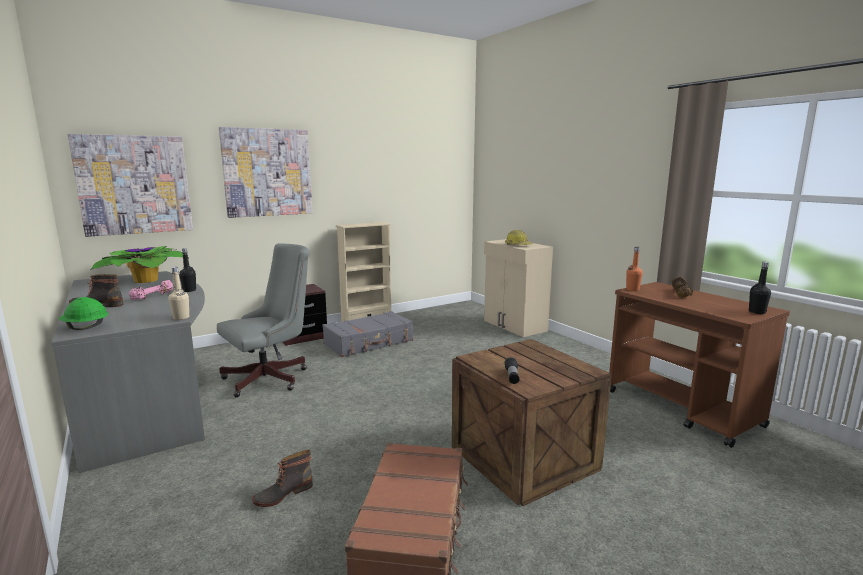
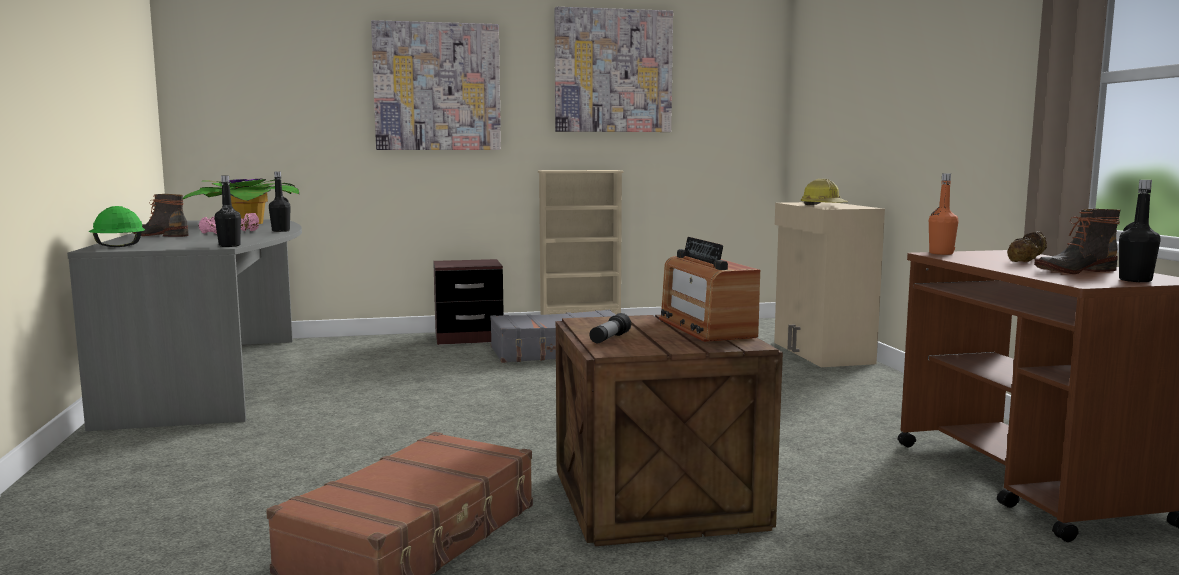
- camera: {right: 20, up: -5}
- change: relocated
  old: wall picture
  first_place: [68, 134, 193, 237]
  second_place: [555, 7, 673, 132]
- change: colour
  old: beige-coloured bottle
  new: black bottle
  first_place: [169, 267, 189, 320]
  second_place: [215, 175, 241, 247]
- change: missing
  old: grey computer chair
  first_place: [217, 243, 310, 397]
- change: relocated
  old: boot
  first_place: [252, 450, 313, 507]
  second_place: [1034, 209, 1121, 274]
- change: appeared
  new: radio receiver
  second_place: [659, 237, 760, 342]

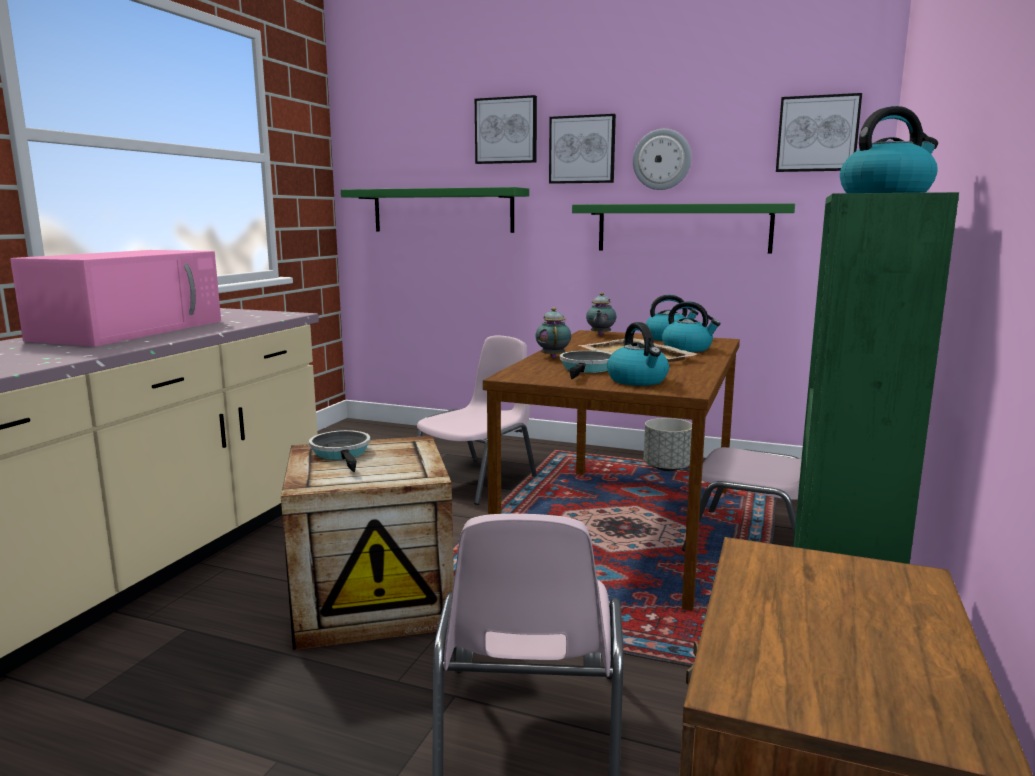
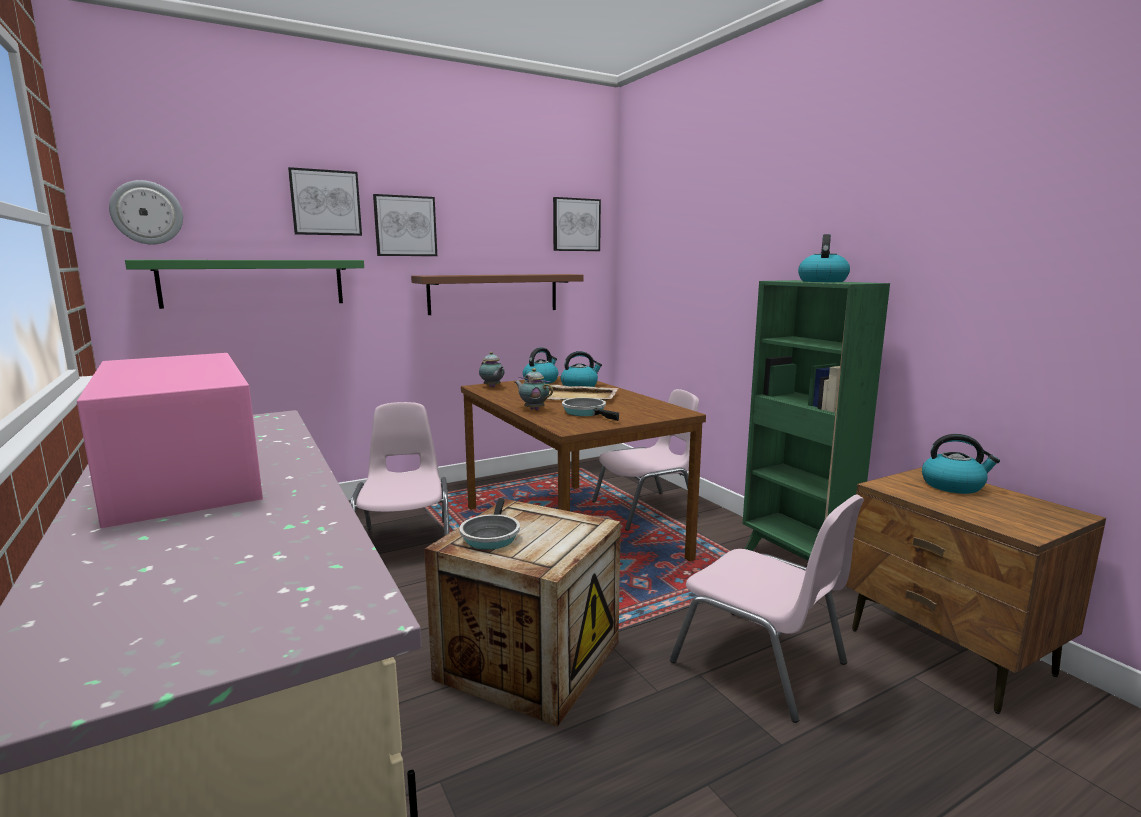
- camera: {right: -50, up: 0}
- change: spun
  old: pan
  first_place: [309, 430, 370, 472]
  second_place: [459, 498, 520, 550]
  degrees: -105
- change: colour
  old: greenish bracket shelf
  new: brownish bracket shelf
  first_place: [572, 203, 795, 254]
  second_place: [411, 274, 584, 315]
- change: relocated
  old: water kettle
  first_place: [607, 322, 669, 386]
  second_place: [922, 434, 1000, 494]
- change: relocated
  old: hanging clock
  first_place: [633, 129, 692, 190]
  second_place: [109, 180, 183, 245]
- change: missing
  old: grey planter
  first_place: [644, 418, 692, 471]

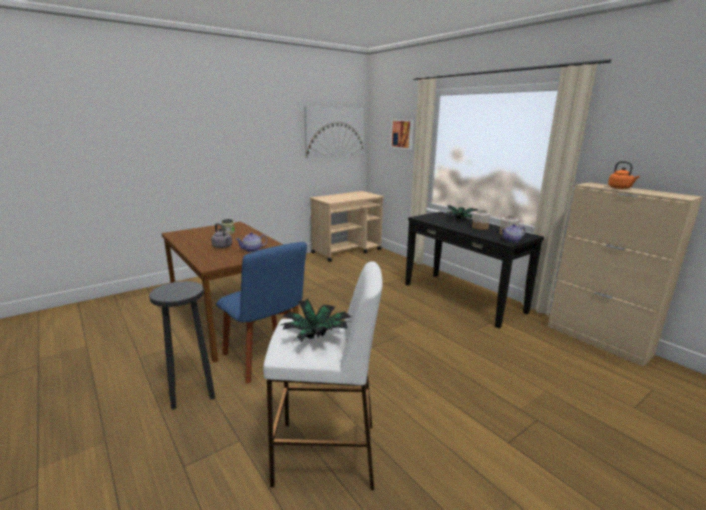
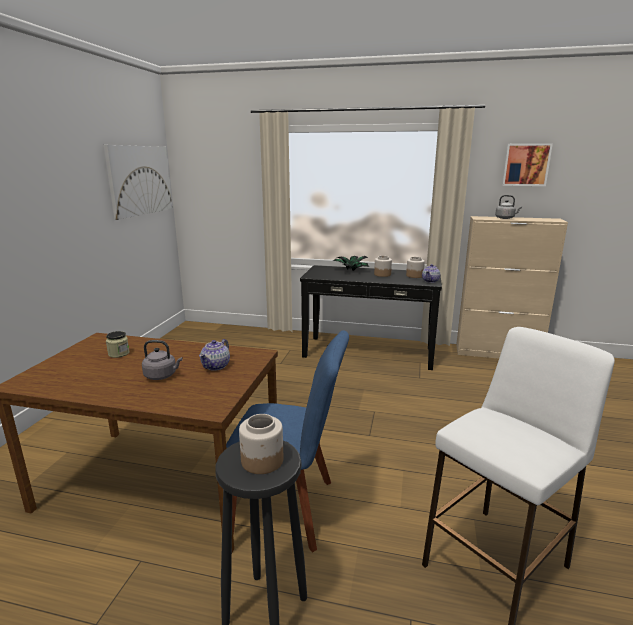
- camera: {right: -40, up: 0}
- change: missing
  old: potted plant
  first_place: [281, 299, 351, 342]
- change: missing
  old: beige-coloured wheeled cart
  first_place: [310, 191, 384, 262]
- change: relocated
  old: wall picture
  first_place: [390, 119, 414, 150]
  second_place: [502, 143, 553, 186]
- change: colour
  old: orange water kettle
  new: grey water kettle
  first_place: [608, 161, 640, 189]
  second_place: [495, 195, 522, 219]
- change: appeared
  new: preserve jar
  second_place: [239, 414, 283, 474]

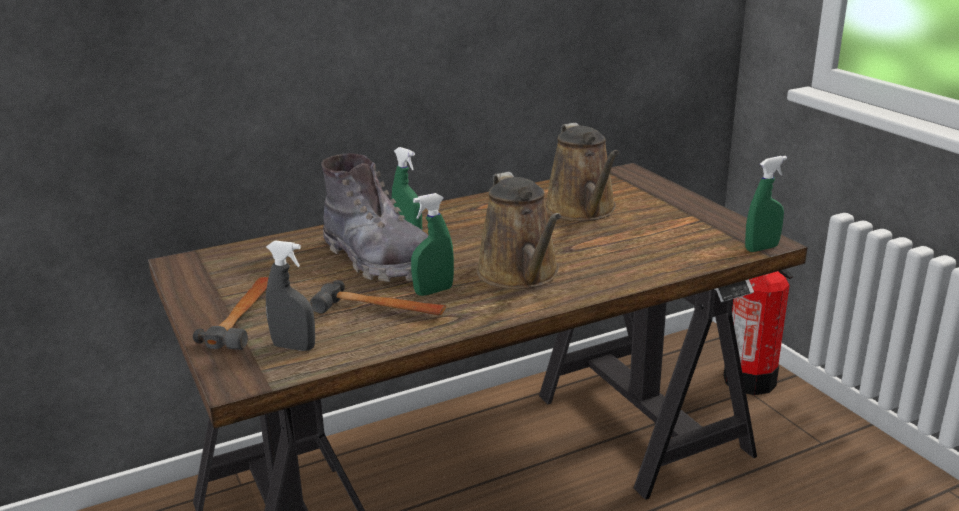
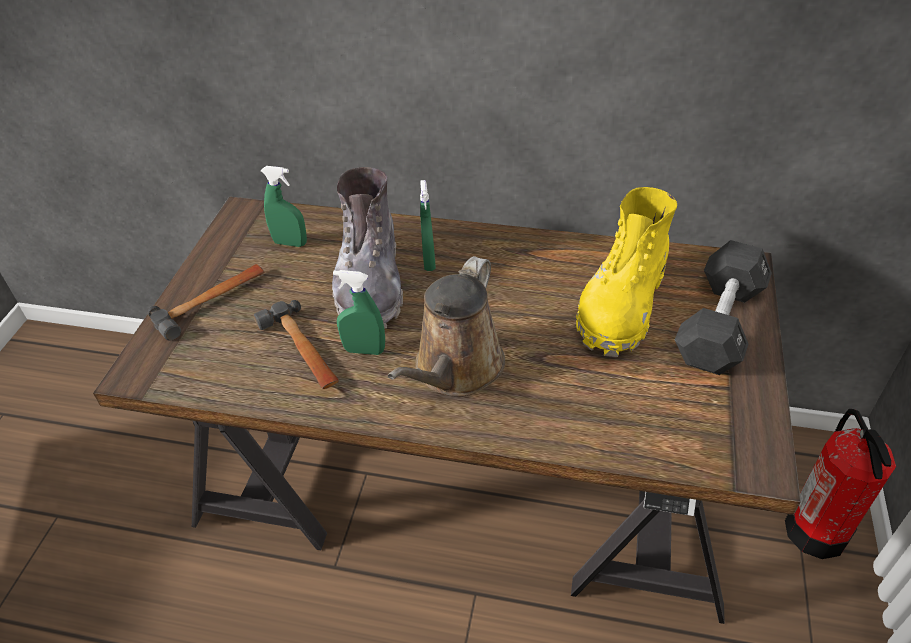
- camera: {right: 40, up: 20}
- change: missing
  old: grey hand sprayer
  first_place: [266, 240, 315, 351]
- change: exchanged
  old: brownish watering pot
  new: yellow boot
  first_place: [545, 123, 619, 221]
  second_place: [576, 187, 677, 357]
- change: relocated
  old: greenish hand sprayer
  first_place: [745, 156, 787, 252]
  second_place: [261, 166, 307, 247]
- change: appeared
  new: black dumbbell
  second_place: [675, 240, 772, 375]

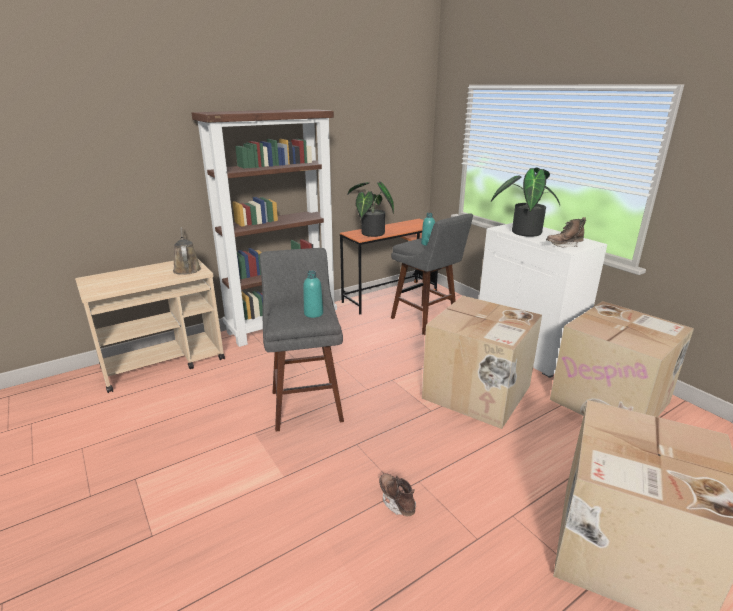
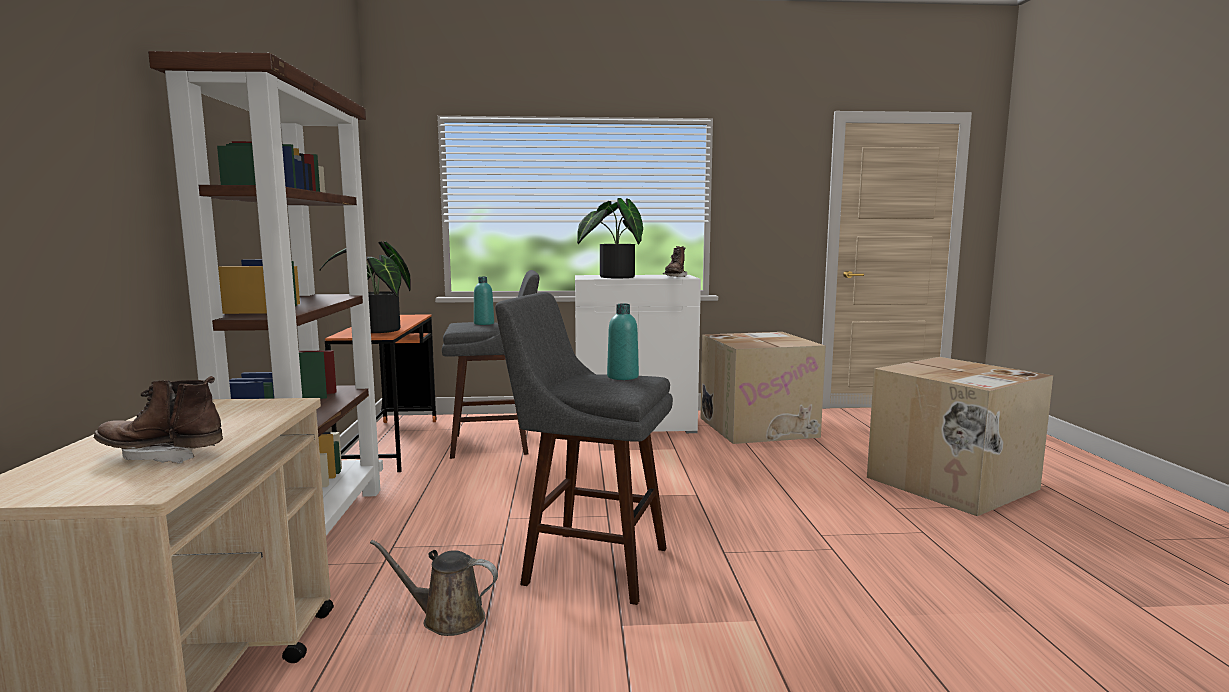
- camera: {right: -60, up: -15}
- change: relocated
  old: brownish watering pot
  first_place: [173, 227, 201, 275]
  second_place: [370, 540, 498, 636]
- change: relocated
  old: brownish boot
  first_place: [379, 473, 416, 516]
  second_place: [94, 376, 223, 464]
- change: missing
  old: cardboard box
  first_place: [422, 296, 542, 429]

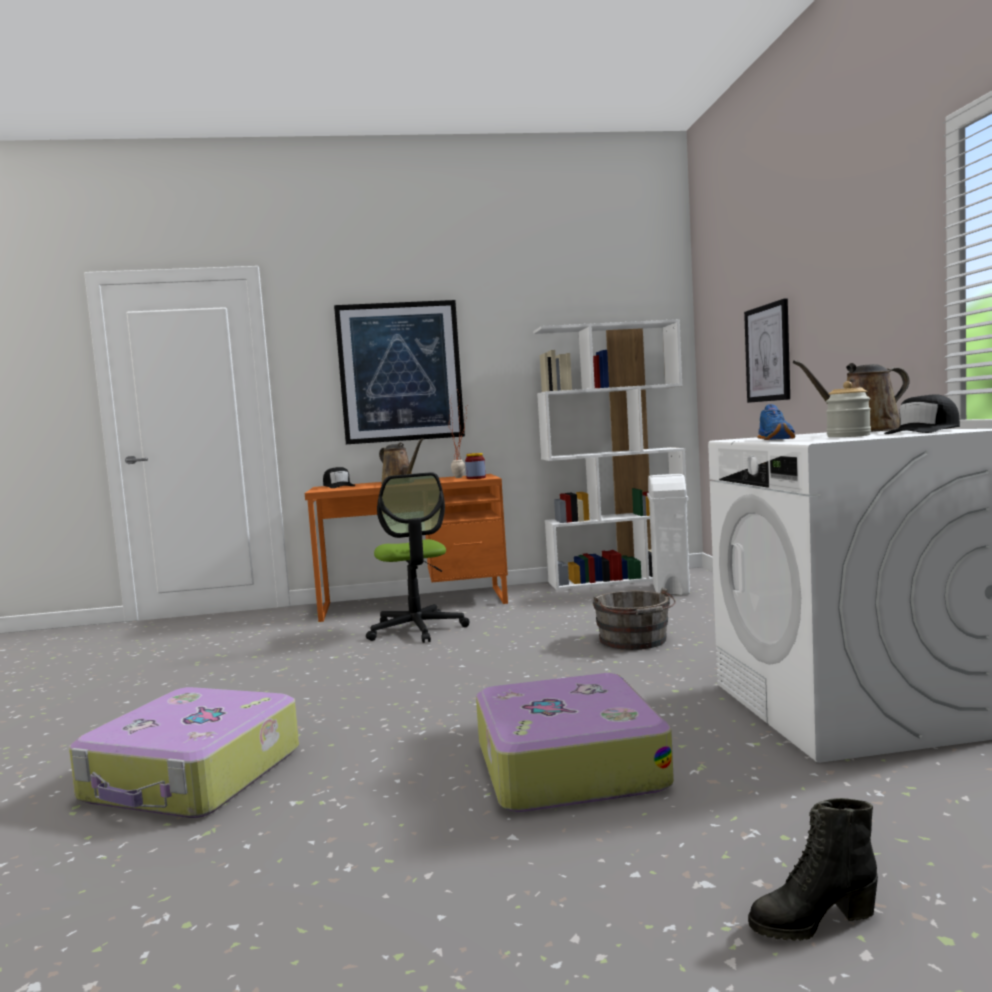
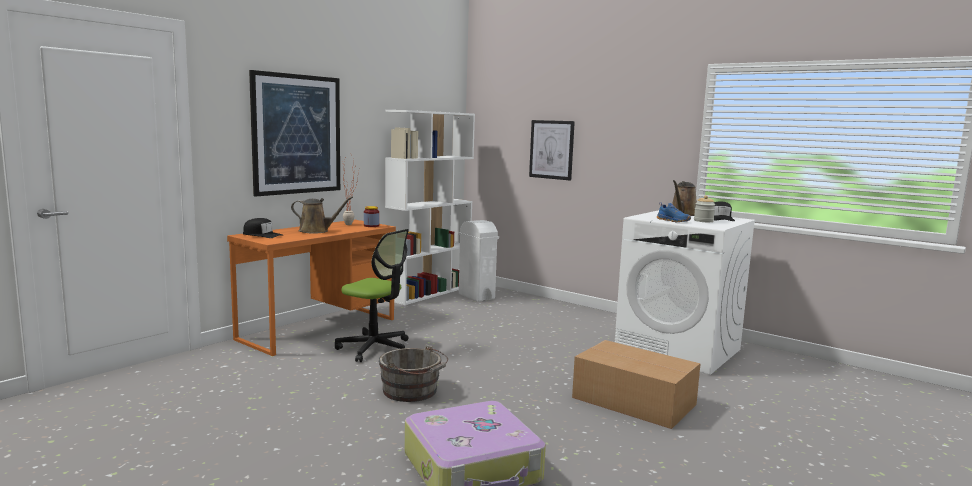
- camera: {right: -45, up: 5}
- change: exchanged
  old: piece of luggage
  new: cardboard box
  first_place: [476, 673, 674, 812]
  second_place: [572, 340, 701, 429]
- change: relocated
  old: grey pail
  first_place: [593, 588, 676, 650]
  second_place: [379, 344, 448, 402]
- change: missing
  old: black boot
  first_place: [748, 798, 878, 941]

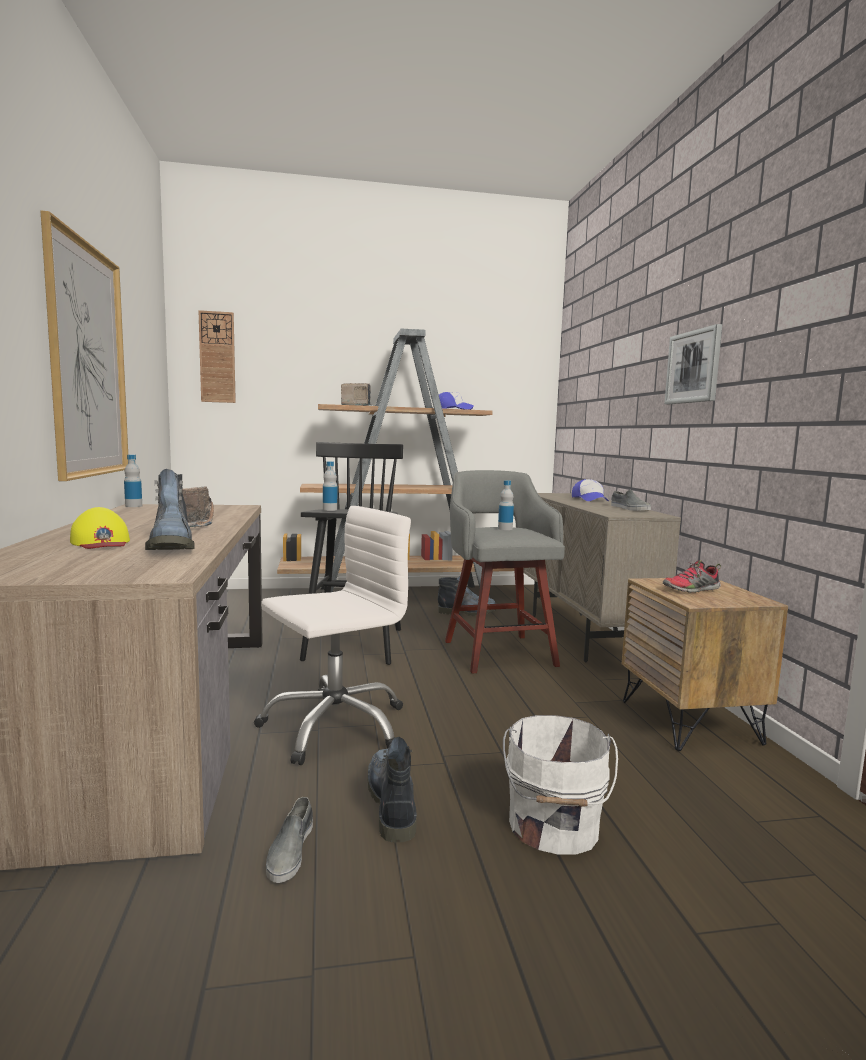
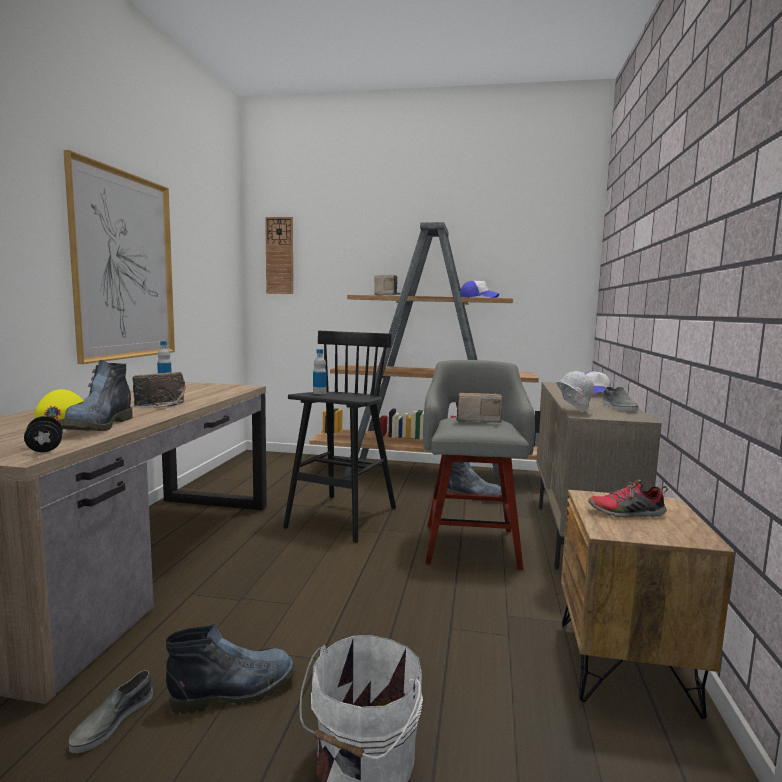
- camera: {right: 20, up: 0}
- change: missing
  old: whitish computer chair
  first_place: [254, 506, 411, 765]
- change: spun
  old: boot
  first_place: [368, 737, 417, 843]
  second_place: [166, 624, 297, 714]
  degrees: 60
- change: exchanged
  old: bottle
  new: radio receiver
  first_place: [498, 480, 514, 530]
  second_place: [456, 393, 503, 423]
- change: missing
  old: wall picture
  first_place: [664, 324, 722, 404]
- change: appeared
  new: black dumbbell
  second_place: [24, 416, 63, 452]
- change: appeared
  new: whitish safety helmet
  second_place: [556, 371, 594, 411]

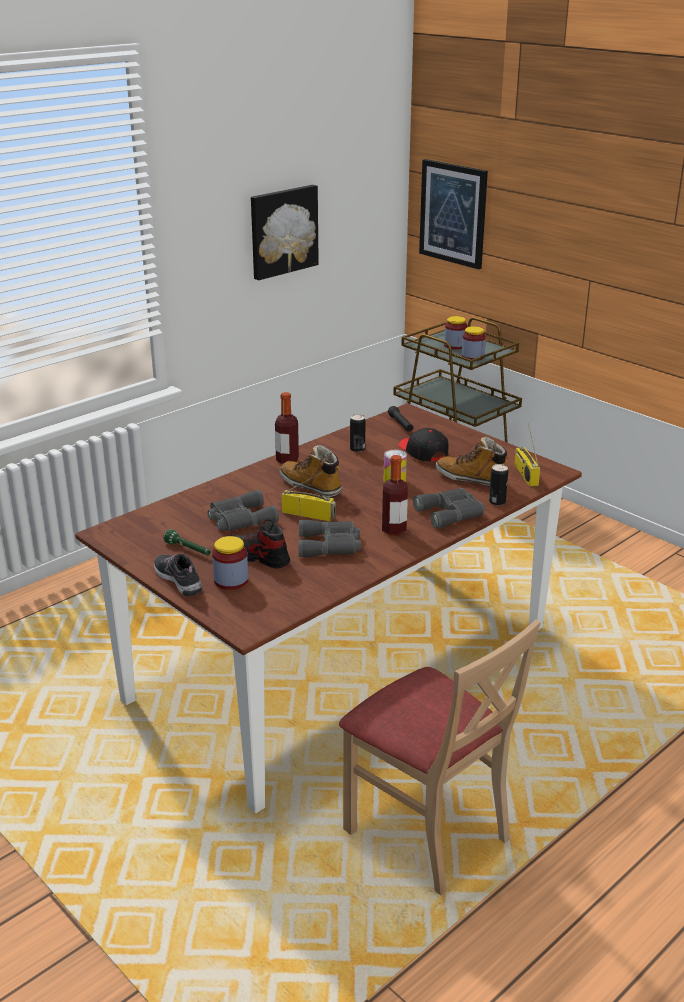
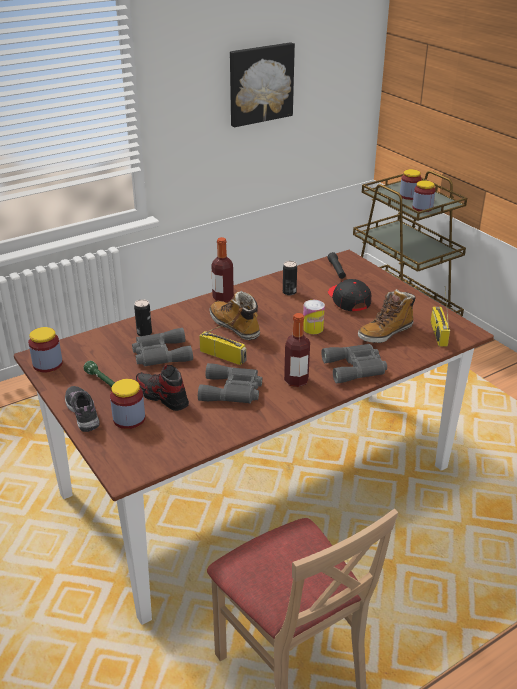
- camera: {right: 10, up: 5}
- change: missing
  old: wall picture
  first_place: [419, 159, 488, 269]
- change: spun
  old: boot
  first_place: [436, 436, 510, 487]
  second_place: [358, 289, 416, 343]
  degrees: -75
- change: relocated
  old: sealed can
  first_place: [489, 464, 508, 506]
  second_place: [134, 299, 152, 336]
- change: appeared
  new: preserve jar
  second_place: [28, 327, 62, 372]

